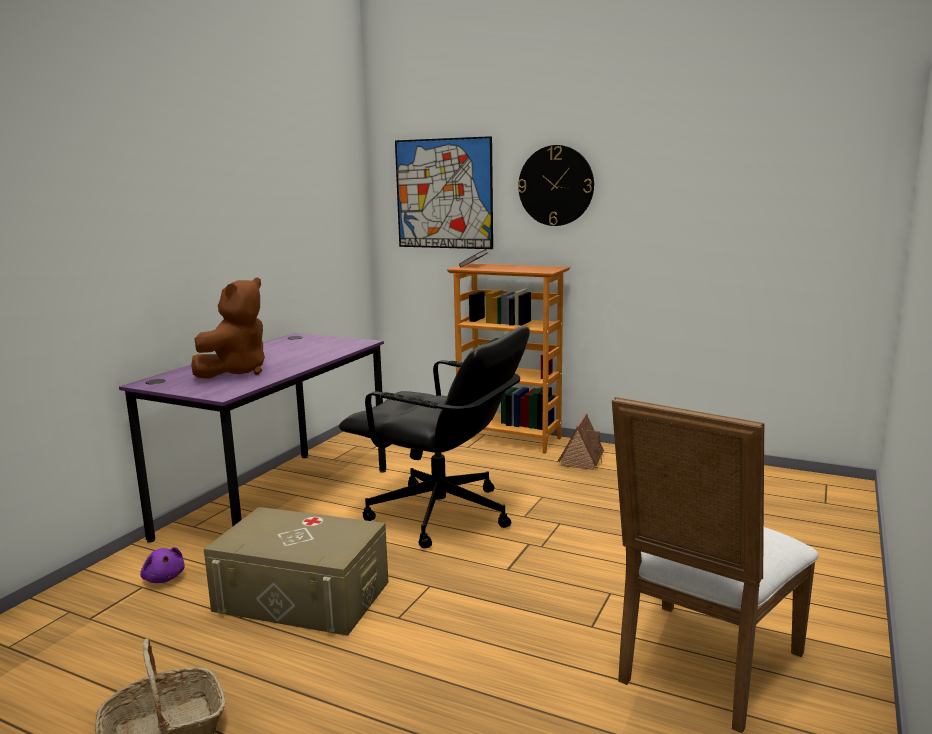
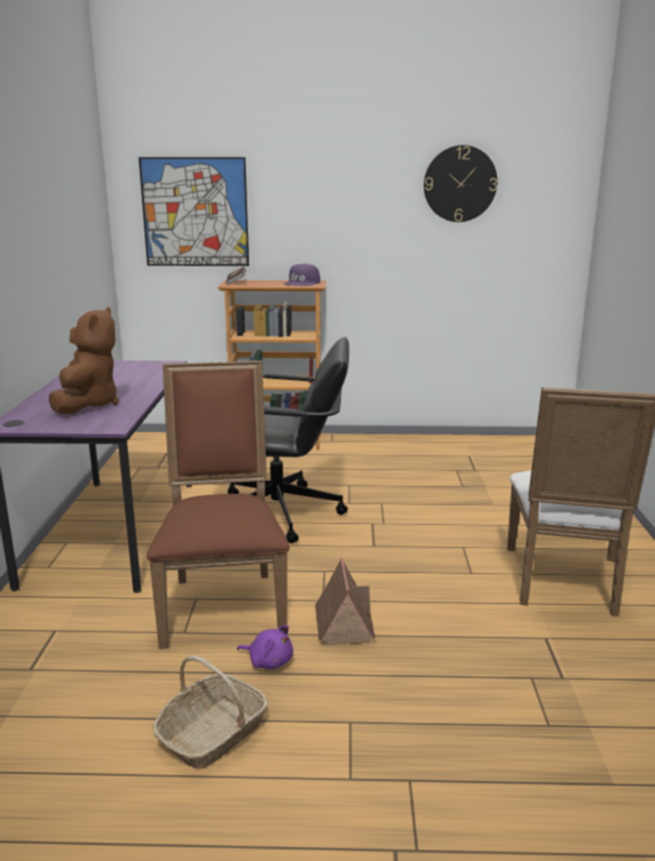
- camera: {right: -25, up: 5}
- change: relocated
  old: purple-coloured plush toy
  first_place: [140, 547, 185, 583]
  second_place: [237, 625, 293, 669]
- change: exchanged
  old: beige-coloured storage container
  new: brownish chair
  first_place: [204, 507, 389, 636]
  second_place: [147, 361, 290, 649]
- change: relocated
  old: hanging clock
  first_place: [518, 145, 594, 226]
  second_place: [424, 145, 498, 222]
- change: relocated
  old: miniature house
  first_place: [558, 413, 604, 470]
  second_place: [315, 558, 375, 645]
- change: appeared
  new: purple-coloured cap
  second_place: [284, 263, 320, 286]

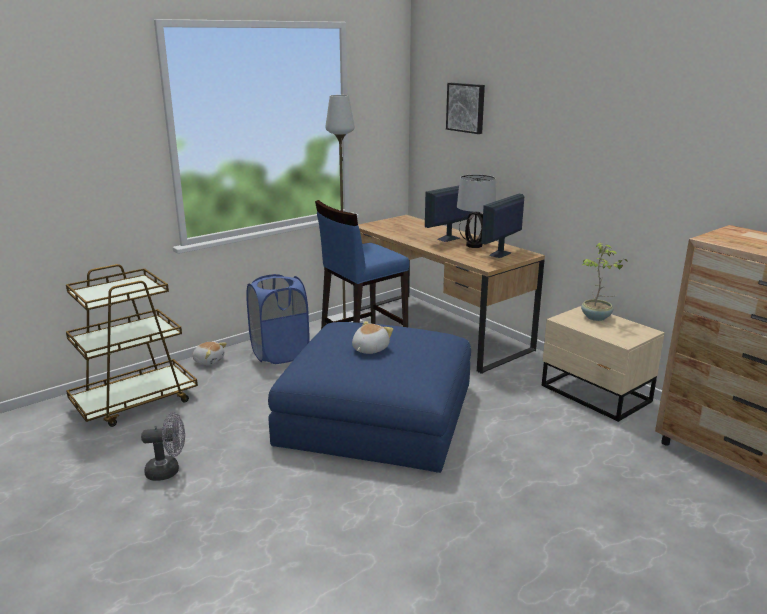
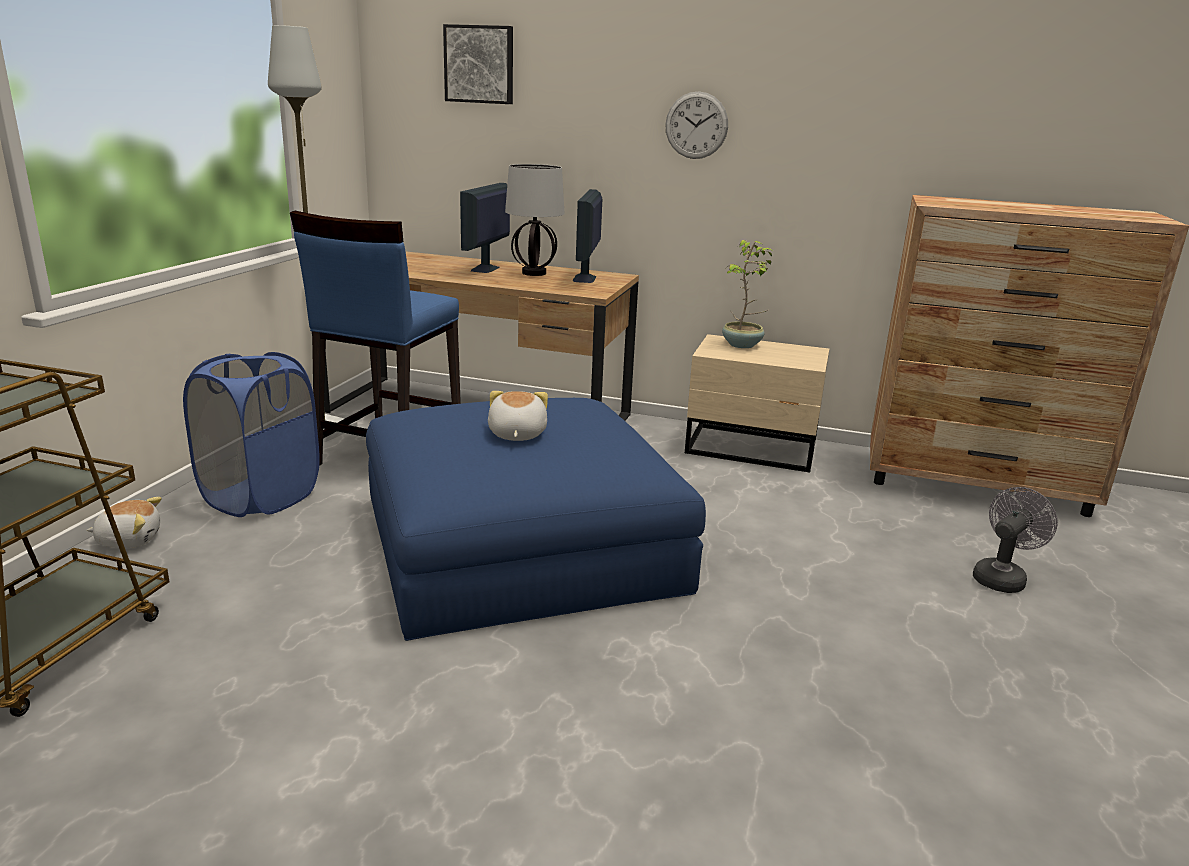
- camera: {right: -35, up: 0}
- change: relocated
  old: grey electric fan
  first_place: [141, 412, 185, 481]
  second_place: [973, 487, 1058, 593]
- change: appeared
  new: hanging clock
  second_place: [665, 91, 728, 159]

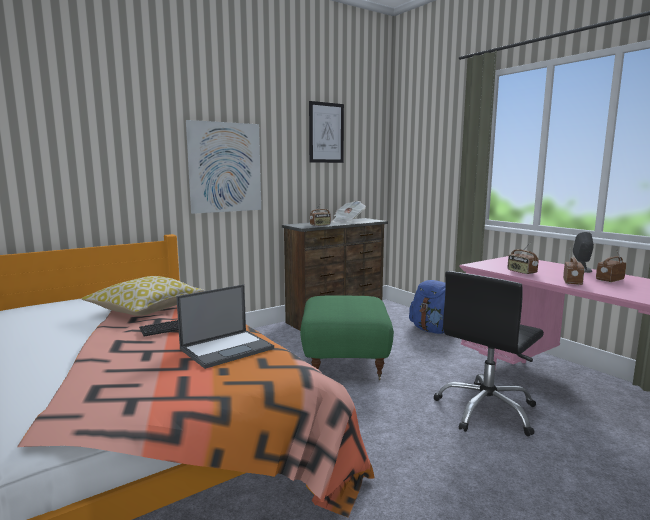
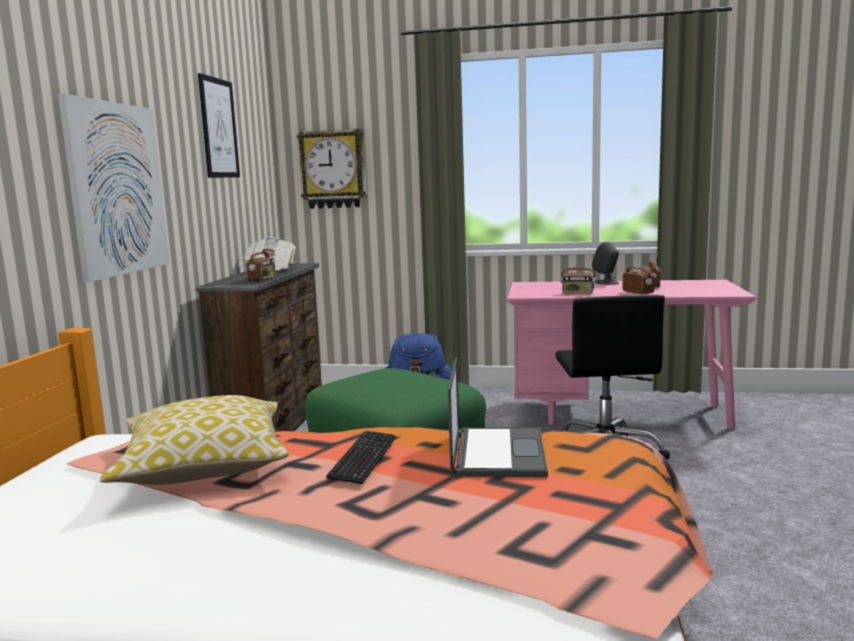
- camera: {right: -45, up: 0}
- change: appeared
  new: hanging clock
  second_place: [297, 129, 367, 209]

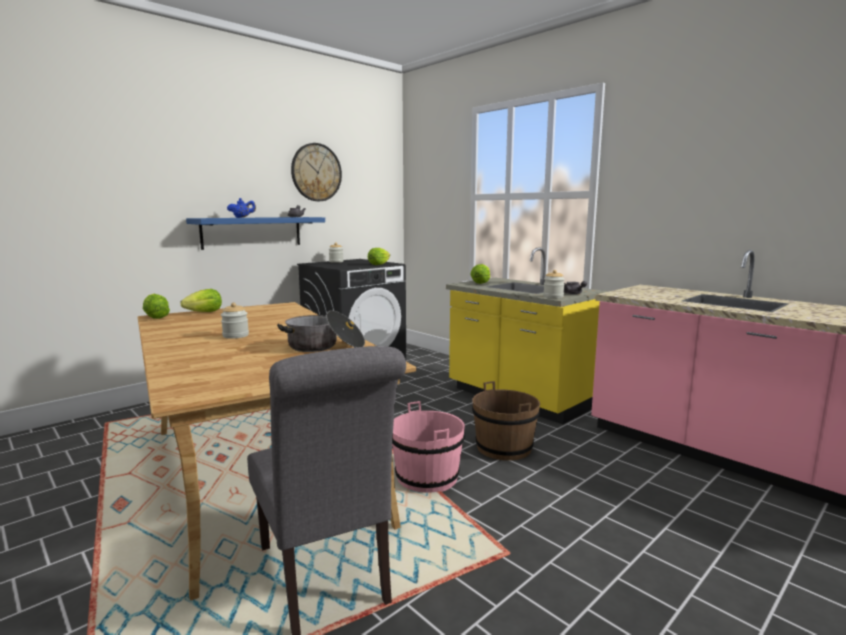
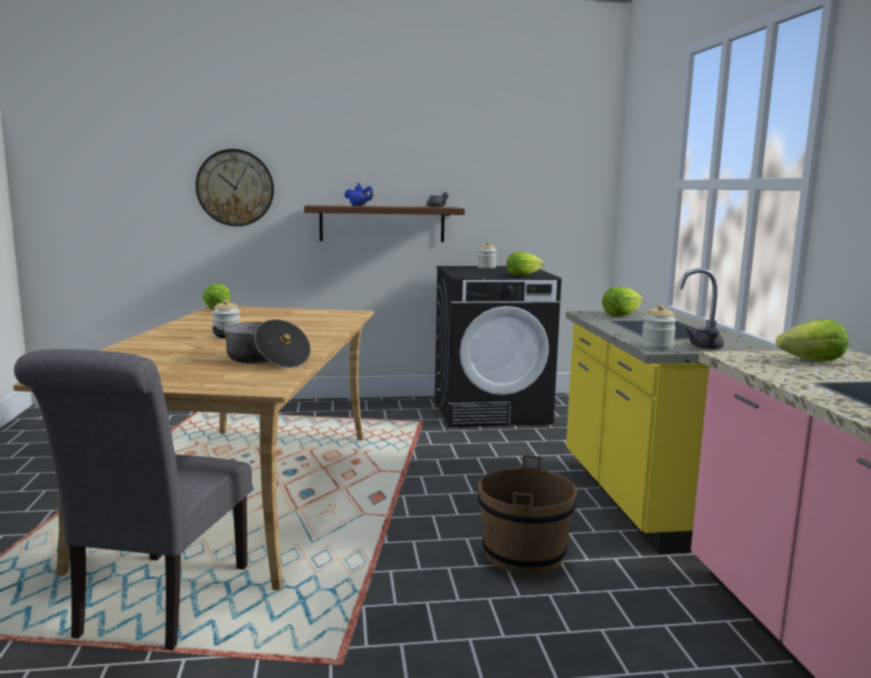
- camera: {right: 35, up: 0}
- change: relocated
  old: lettuce head
  first_place: [181, 289, 222, 312]
  second_place: [776, 319, 849, 361]
- change: colour
  old: blue-coloured bracket shelf
  new: brownish bracket shelf
  first_place: [186, 217, 325, 250]
  second_place: [304, 205, 465, 242]
- change: relocated
  old: hanging clock
  first_place: [291, 143, 342, 201]
  second_place: [196, 149, 274, 226]
- change: missing
  old: pinkish pail
  first_place: [392, 401, 465, 493]

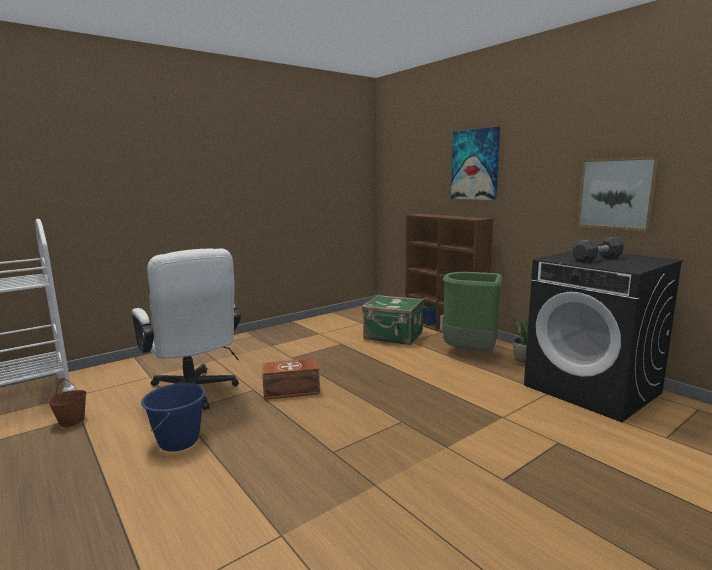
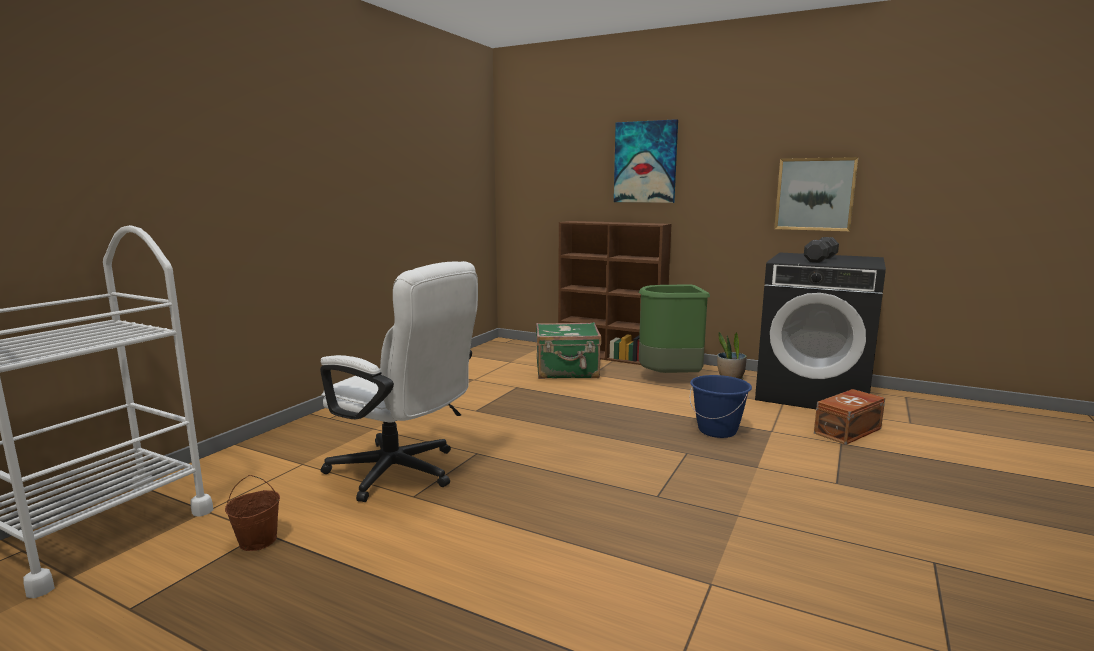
- camera: {right: -25, up: 0}
- change: relocated
  old: blue-coloured pail
  first_place: [141, 383, 206, 452]
  second_place: [690, 375, 752, 438]
- change: relocated
  old: brownish storage container
  first_place: [262, 358, 320, 400]
  second_place: [814, 389, 885, 445]

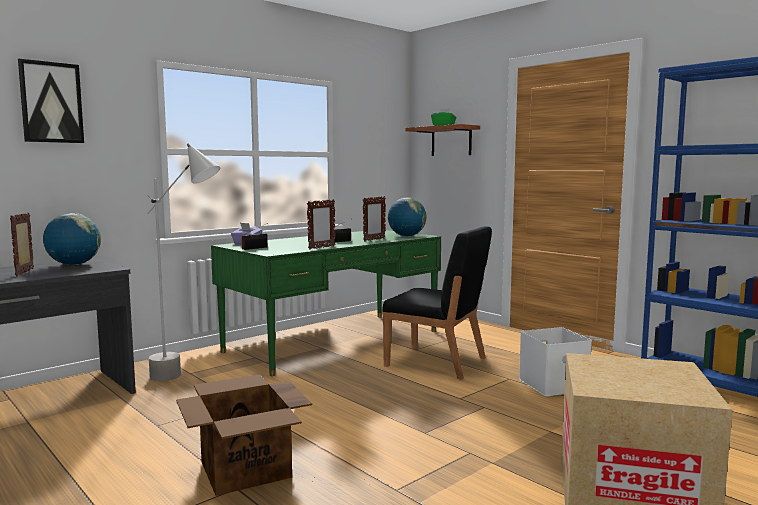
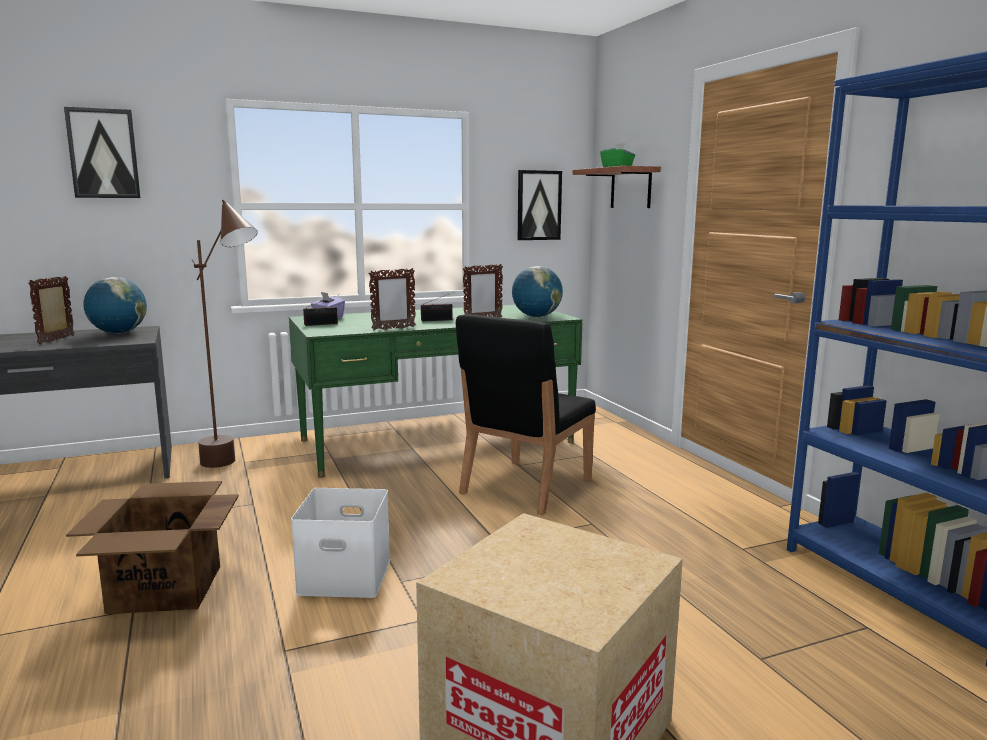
- camera: {right: 20, up: 5}
- change: colour
  old: grey standing lamp
  new: brownish standing lamp
  first_place: [147, 143, 220, 381]
  second_place: [192, 200, 258, 468]
- change: spun
  old: black chair
  first_place: [382, 226, 492, 380]
  second_place: [456, 314, 596, 515]
  degrees: 75
- change: relocated
  old: whitish storage container
  first_place: [519, 327, 592, 396]
  second_place: [291, 488, 390, 598]
- change: appeared
  new: wall picture
  second_place: [518, 170, 562, 240]

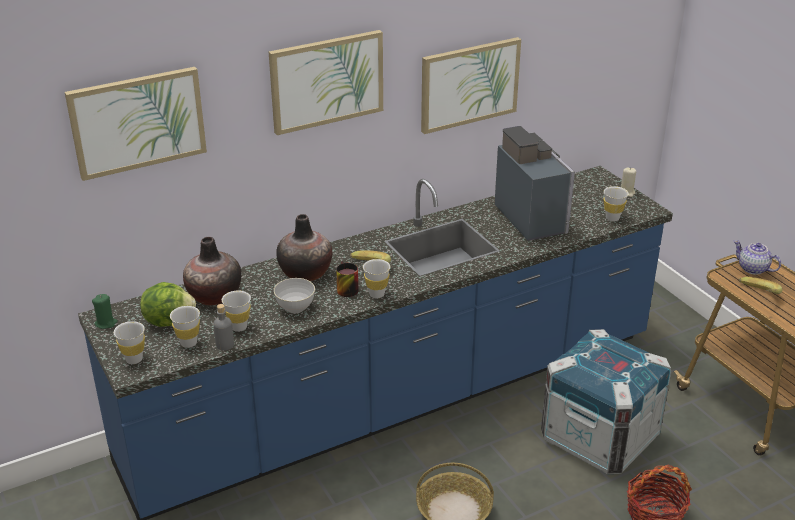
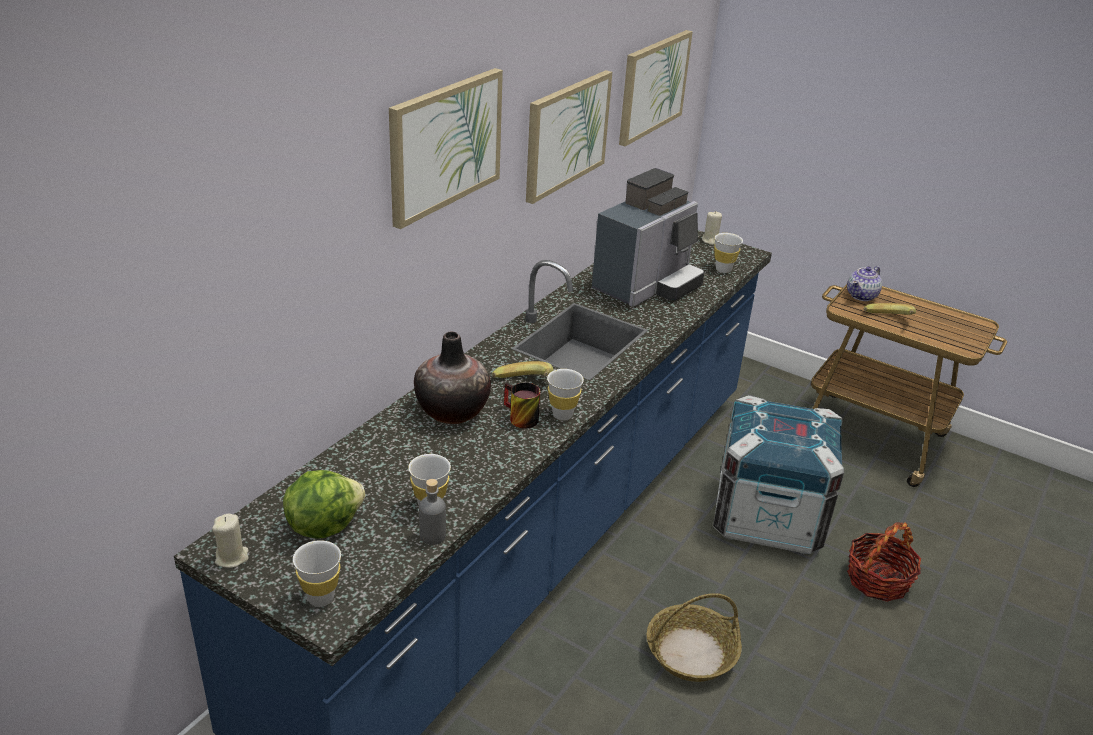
- camera: {right: -30, up: 0}
- change: relocated
  old: wall picture
  first_place: [65, 67, 207, 181]
  second_place: [619, 30, 693, 146]
- change: colour
  old: greenish wax light
  new: beige-coloured wax light
  first_place: [92, 294, 118, 329]
  second_place: [212, 514, 249, 568]
- change: missing
  old: whitish small cup
  first_place: [170, 306, 200, 348]
- change: missing
  old: flower vase
  first_place: [183, 237, 242, 305]
- change: missing
  old: grey deep dish
  first_place: [274, 278, 315, 313]
- change: spun
  old: coffee brewer
  first_place: [495, 126, 575, 241]
  second_place: [592, 168, 704, 307]
  degrees: 90
- change: spun
  old: pot for tea
  first_place: [734, 240, 781, 275]
  second_place: [847, 266, 882, 301]
  degrees: -60

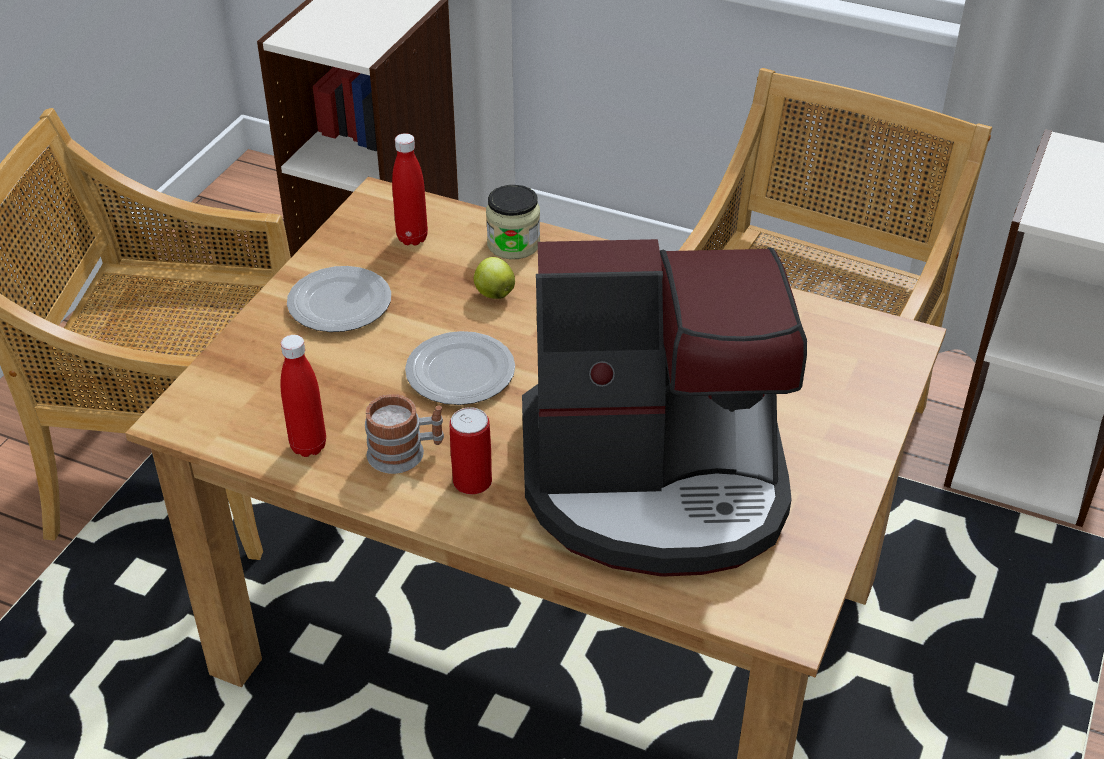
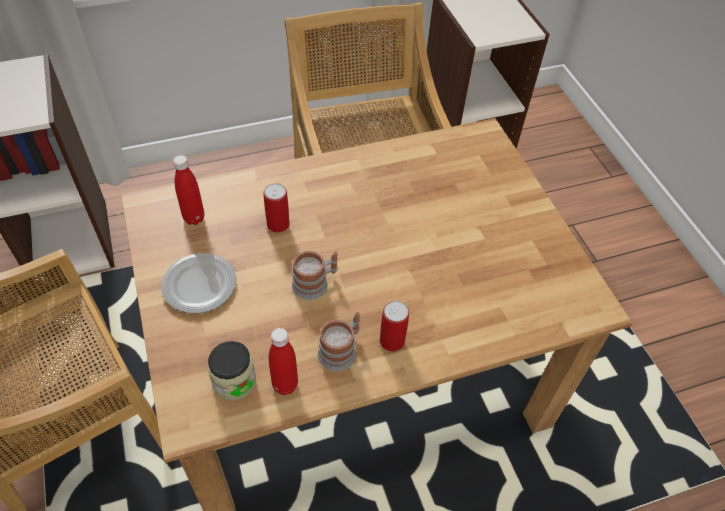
- camera: {right: -45, up: 10}
- change: exchanged
  old: flat dish
  new: tea mug
  first_place: [405, 331, 515, 405]
  second_place: [292, 251, 338, 300]
- change: exchanged
  old: whole apple
  new: sealed can
  first_place: [474, 257, 515, 299]
  second_place: [263, 183, 289, 233]
- change: relocated
  old: preserve jar
  first_place: [486, 185, 540, 259]
  second_place: [207, 341, 256, 401]
- change: missing
  old: coffee brewer
  first_place: [522, 239, 807, 577]

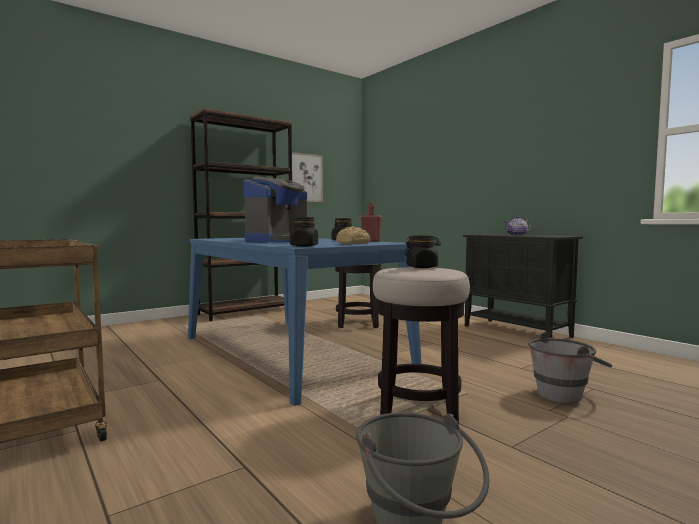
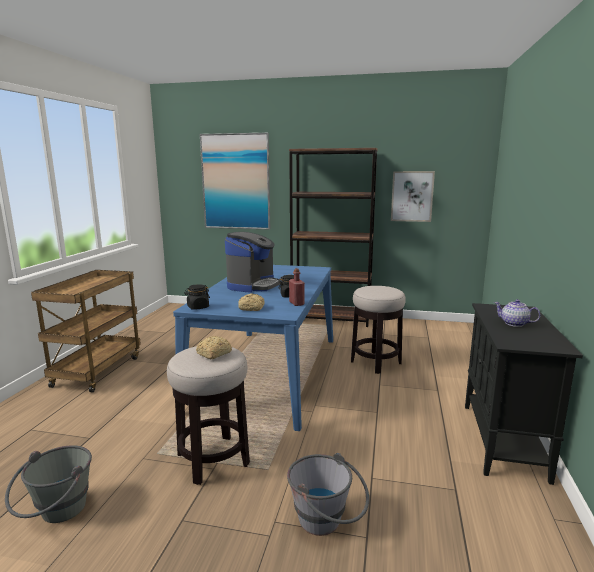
- camera: {right: 50, up: 10}
- change: spun
  old: coffee brewer
  first_place: [243, 176, 307, 243]
  second_place: [225, 232, 280, 293]
  degrees: -60
- change: exchanged
  old: black preserve jar
  new: baked bread
  first_place: [404, 235, 441, 268]
  second_place: [196, 336, 232, 359]
- change: appeared
  new: wall picture
  second_place: [200, 133, 270, 230]

